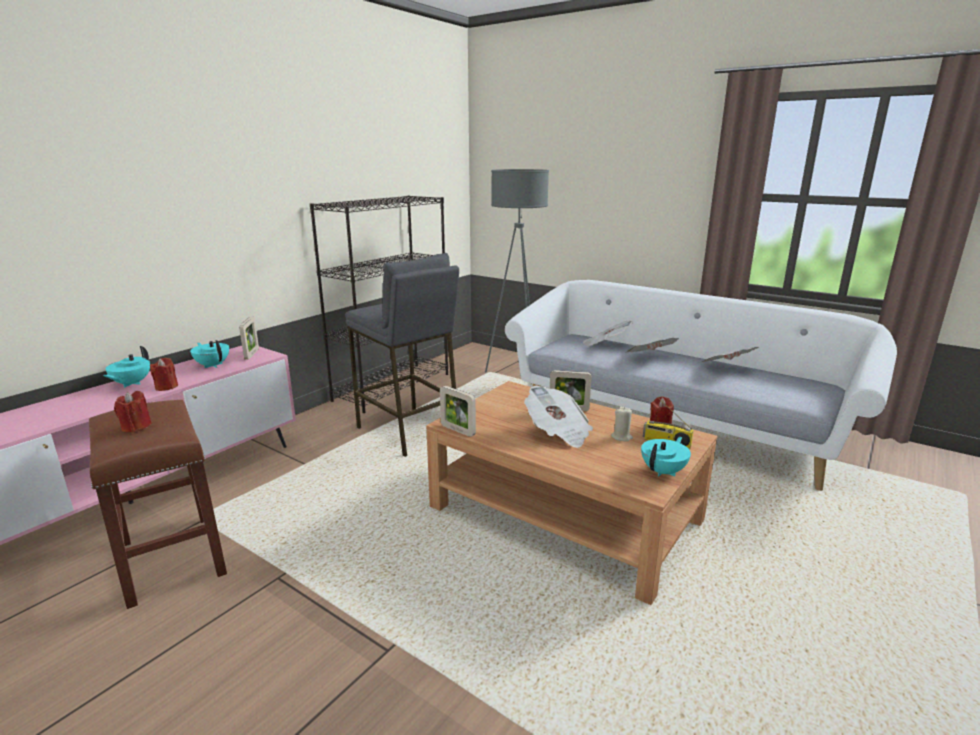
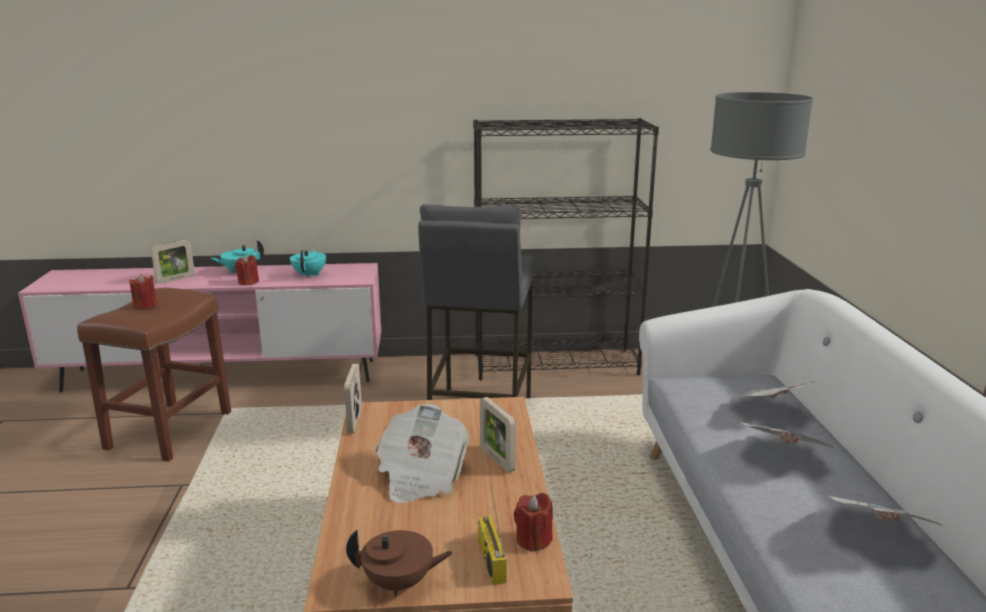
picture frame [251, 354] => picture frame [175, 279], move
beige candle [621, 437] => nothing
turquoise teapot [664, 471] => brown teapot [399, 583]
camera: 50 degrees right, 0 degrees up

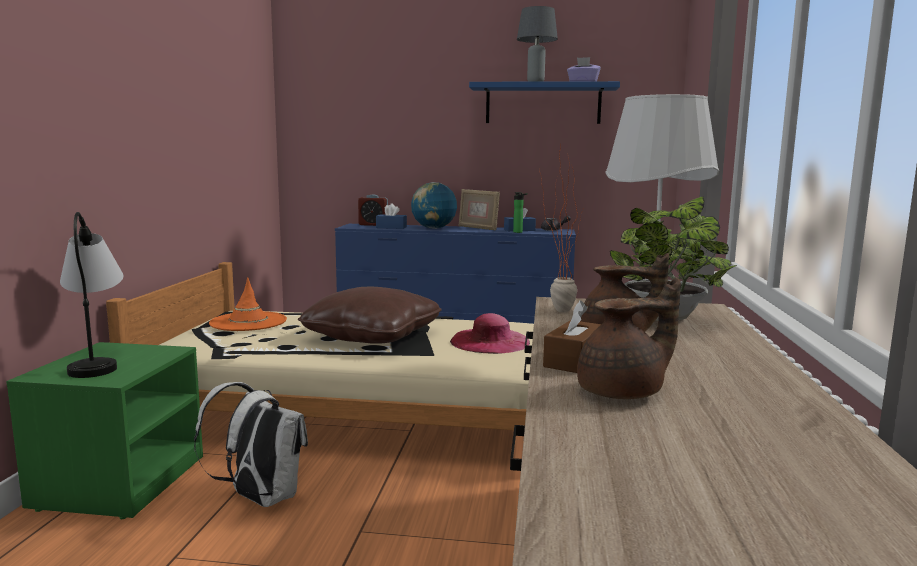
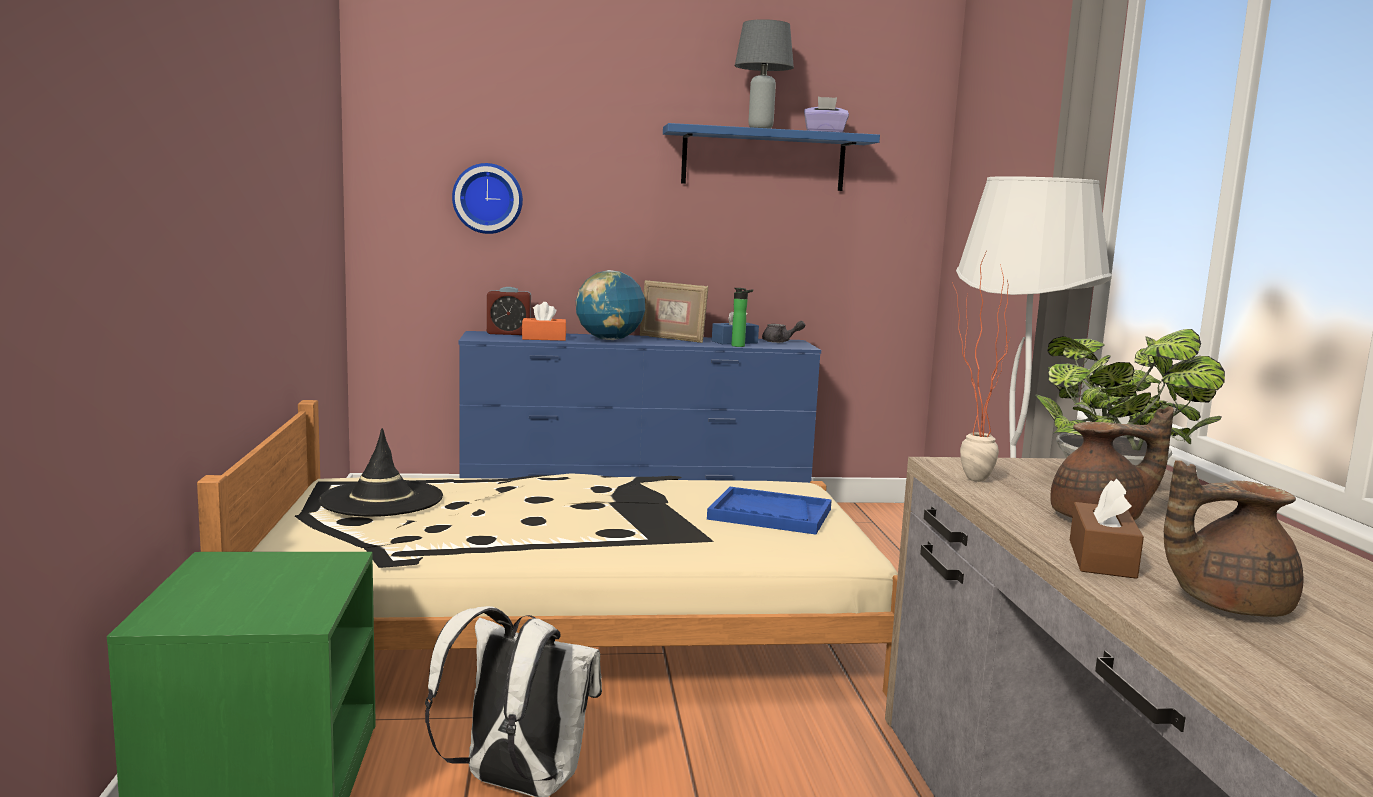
table lamp [97, 361] => nothing
orange hat [248, 322] => black hat [381, 499]
brown pillow [372, 336] => nothing
blue tissue box [391, 227] => orange tissue box [544, 338]
pink hat [490, 341] => blue tray [769, 514]
brown teapot [624, 392] => brown teapot [1226, 604], 150 degrees counterclockwise
nothing => wall clock [488, 198]
camera: 15 degrees left, 0 degrees up

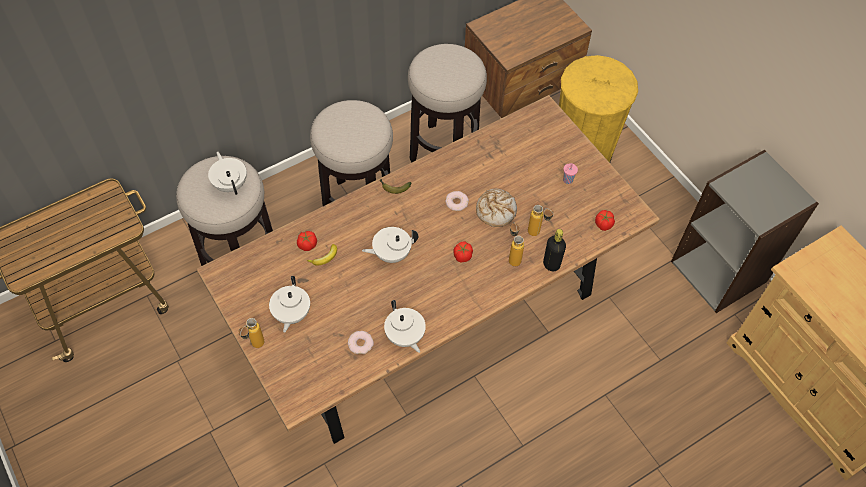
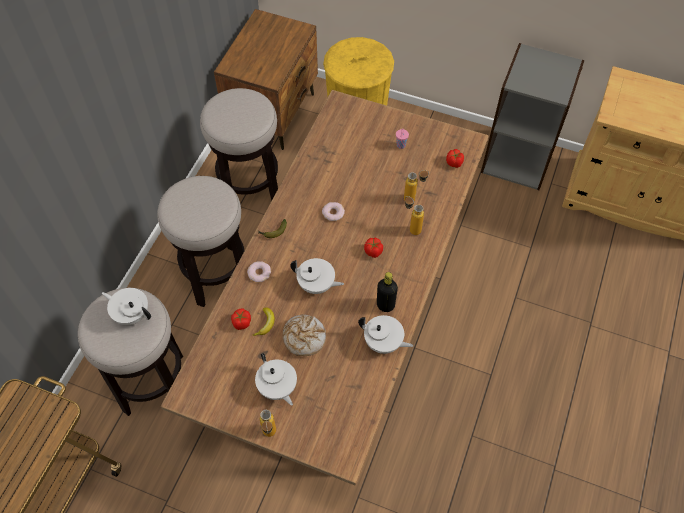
donut [360, 344] => donut [259, 273], move
white teapot [391, 253] => white teapot [316, 285], 105 degrees counterclockwise
bread [495, 210] => bread [304, 337], move
black bottle [551, 264] => black bottle [385, 305], move
camera: 35 degrees left, 0 degrees up

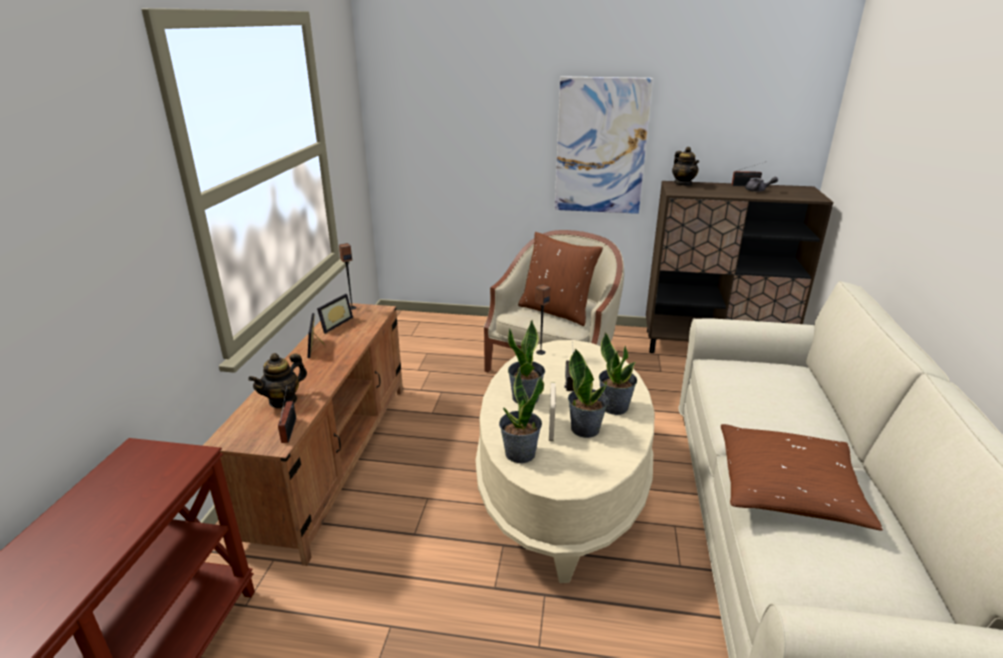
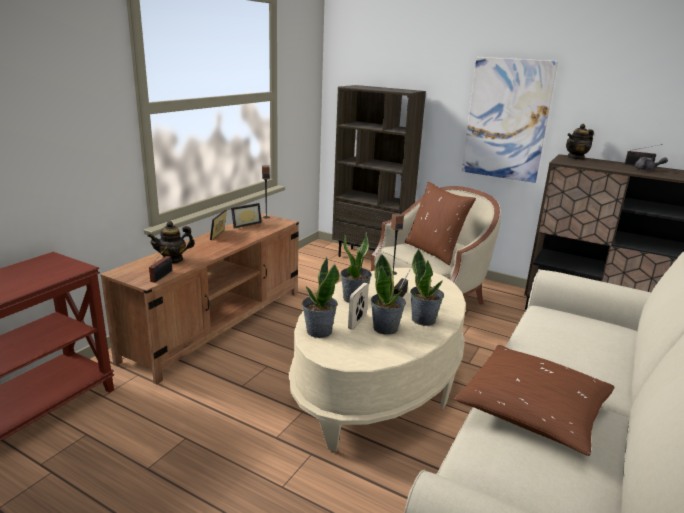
teapot [683, 184] => teapot [576, 158], 60 degrees clockwise
nothing => brown bookcase [371, 258]
camera: 20 degrees right, 5 degrees down

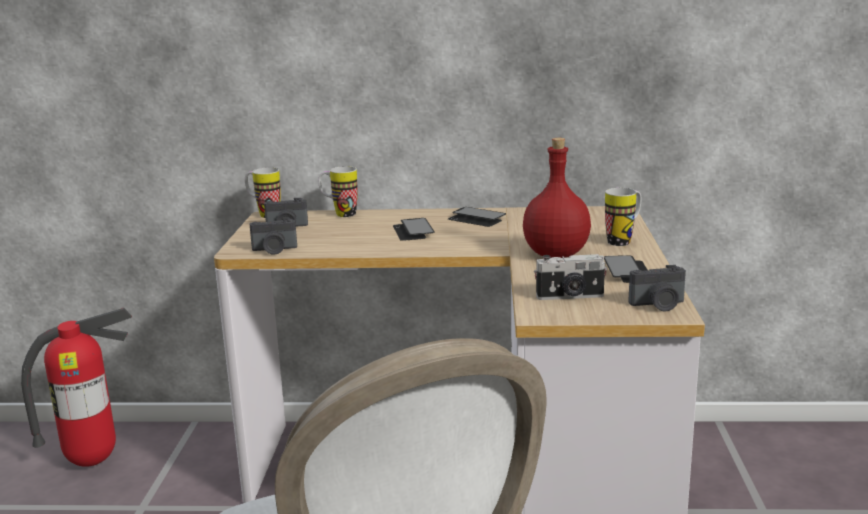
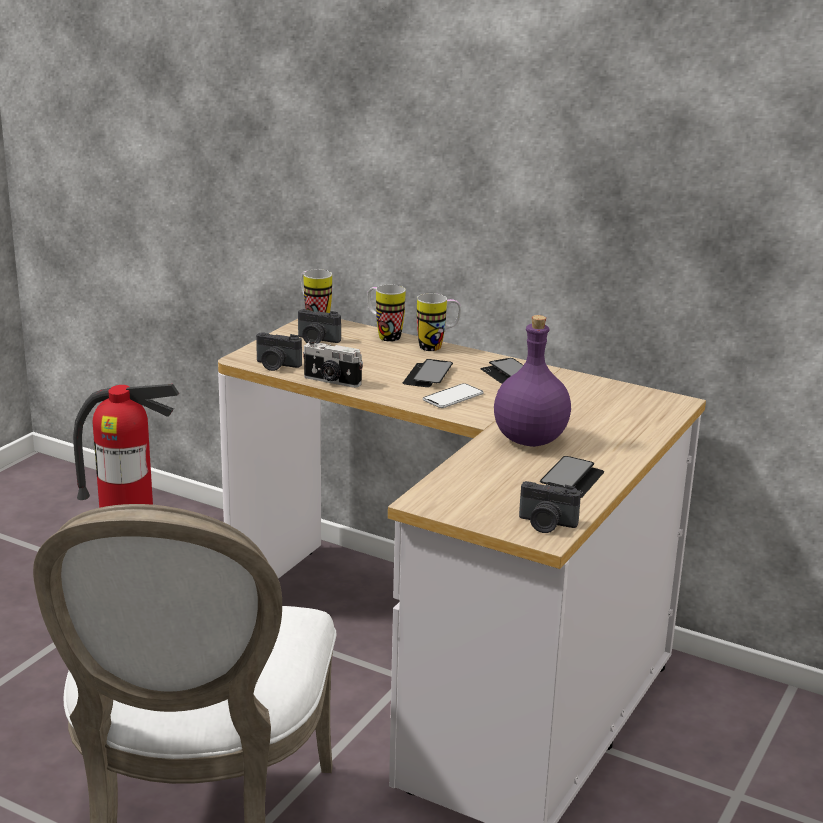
red bottle [557, 254] => purple bottle [531, 440]
photo camera [570, 297] => photo camera [331, 381], move
mug [623, 241] => mug [437, 347], move
nothing => phone [453, 397]
camera: 25 degrees right, 5 degrees up

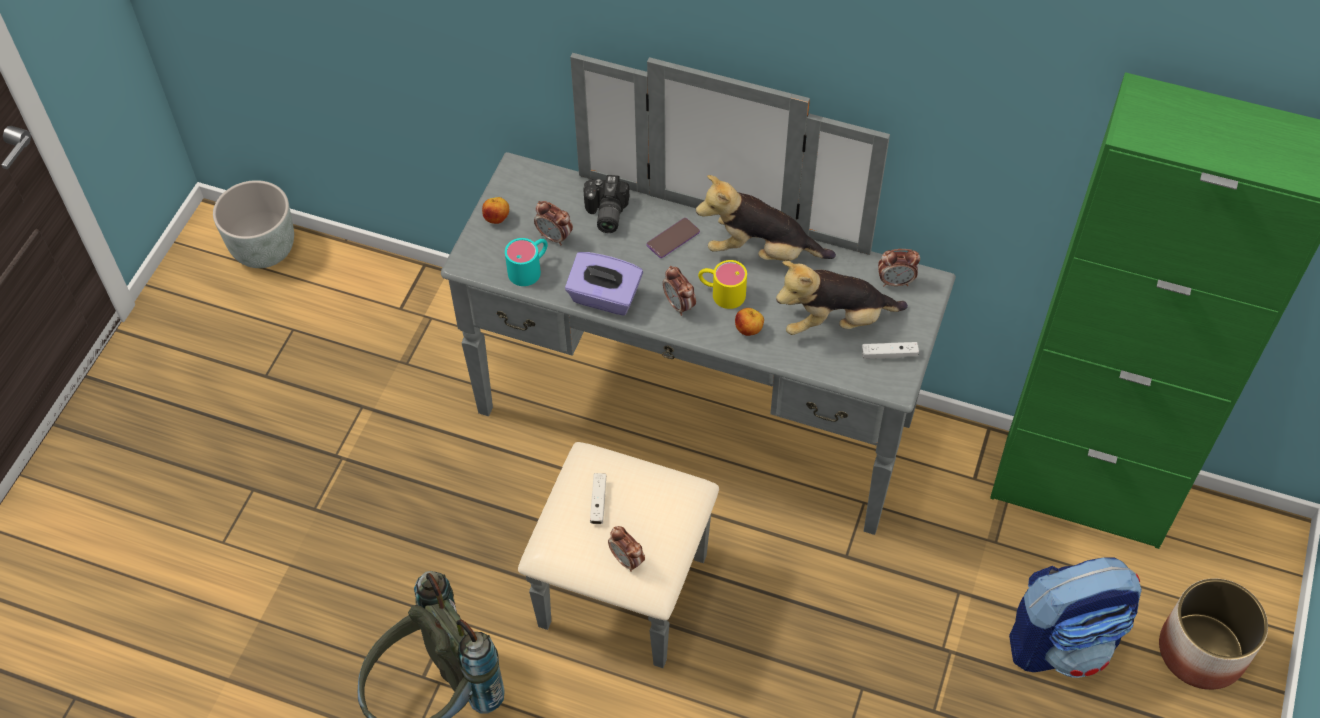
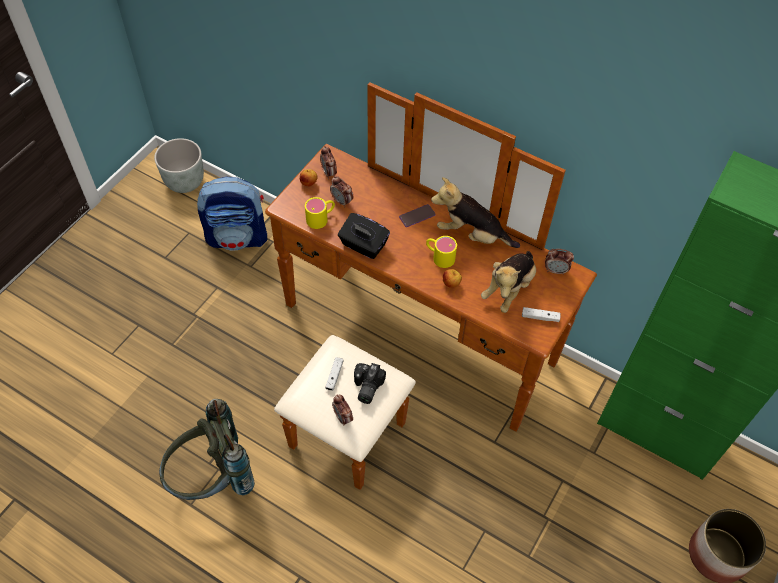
grey dresser [680, 455] => brown dresser [404, 356]
turquoise mug [530, 268] => yellow mug [321, 218]
purple tissue box [604, 298] => black tissue box [363, 245]
photo camera [604, 214] => photo camera [366, 387], move
alarm clock [679, 305] => alarm clock [329, 173], move
plush toy [834, 321] => plush toy [509, 289], 60 degrees counterclockwise
backpack [1062, 641] => backpack [238, 237], move
camera: 10 degrees right, 0 degrees up

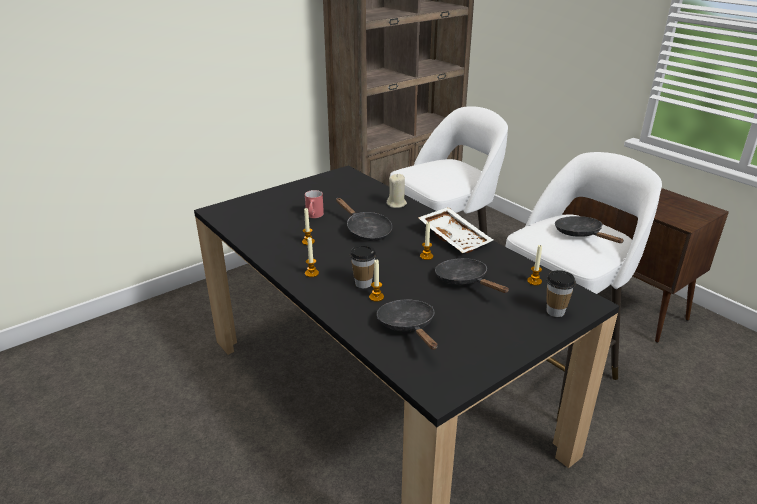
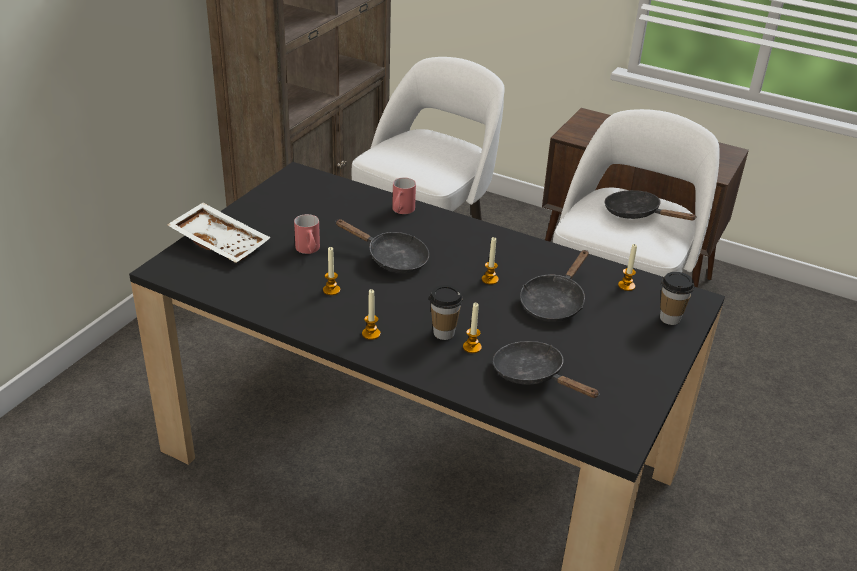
beige candle [396, 204] => red mug [401, 211]
white tray [455, 237] => white tray [221, 242], move
black frying pan [464, 281] => black frying pan [554, 302], 90 degrees counterclockwise
camera: 25 degrees left, 5 degrees up

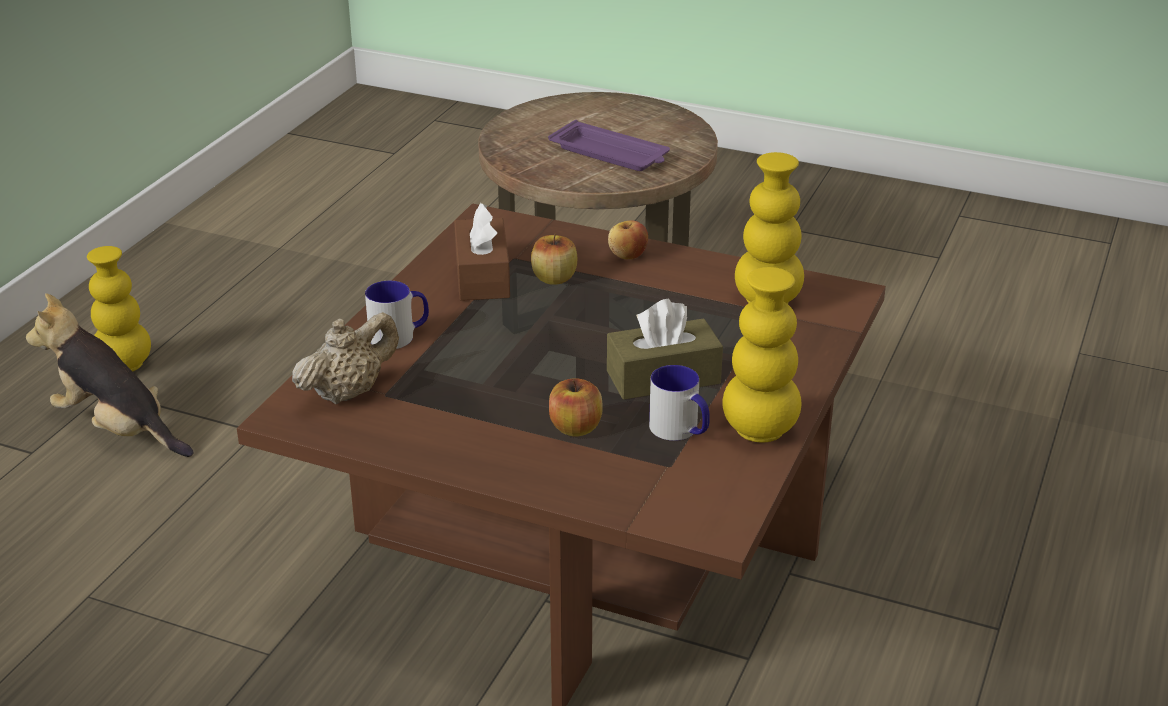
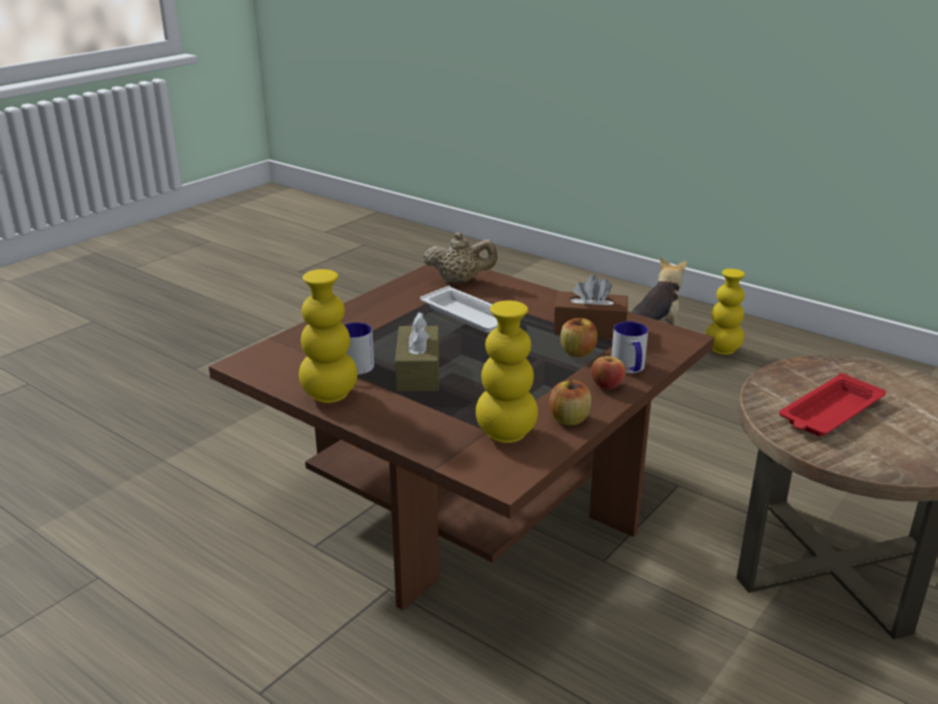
beige teapot [348, 392] => beige teapot [460, 281], 60 degrees counterclockwise
mug [399, 336] => mug [629, 368], move
purple tray [611, 154] => red tray [829, 413]
apple [575, 428] => apple [569, 419], move
nothing => white tray [469, 316]
camera: 105 degrees right, 5 degrees down

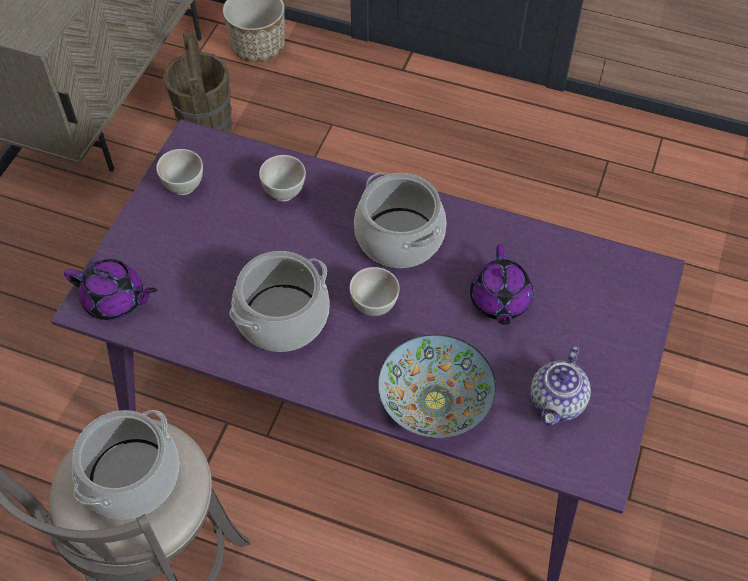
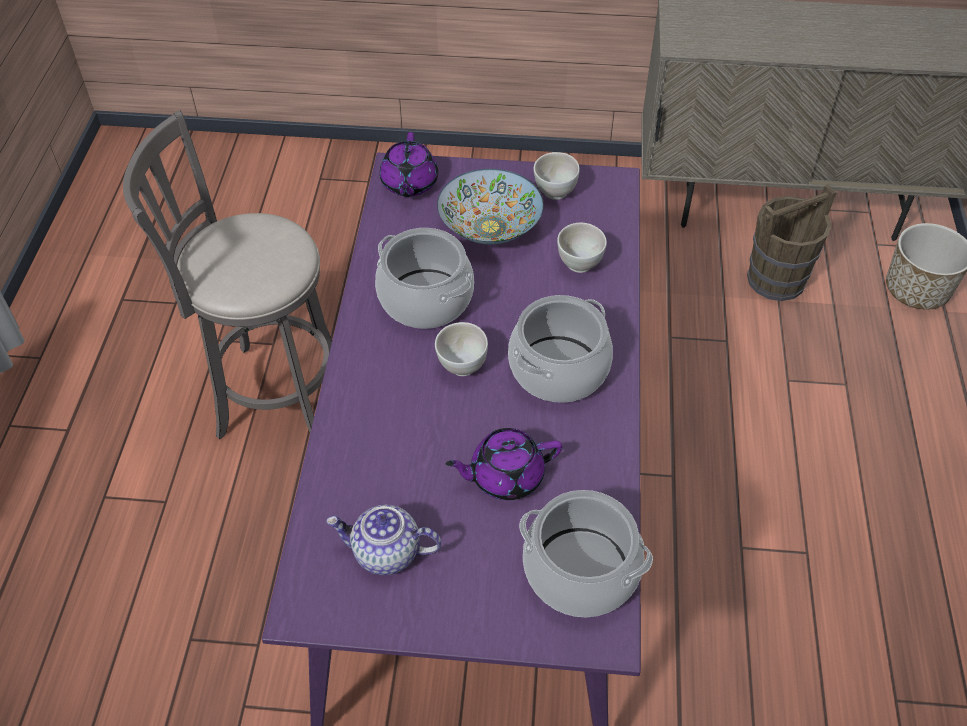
cooking pot [132, 478] => cooking pot [580, 572], move
bowl [434, 401] => bowl [490, 227], move
camera: 75 degrees right, 5 degrees down

